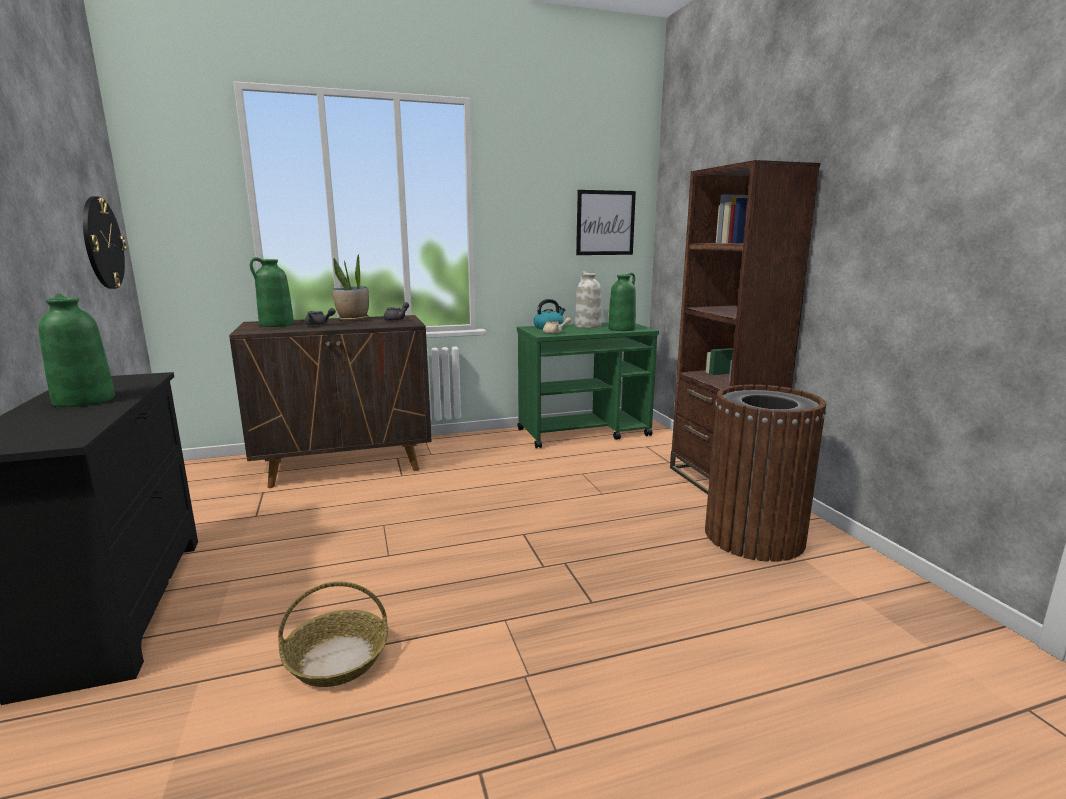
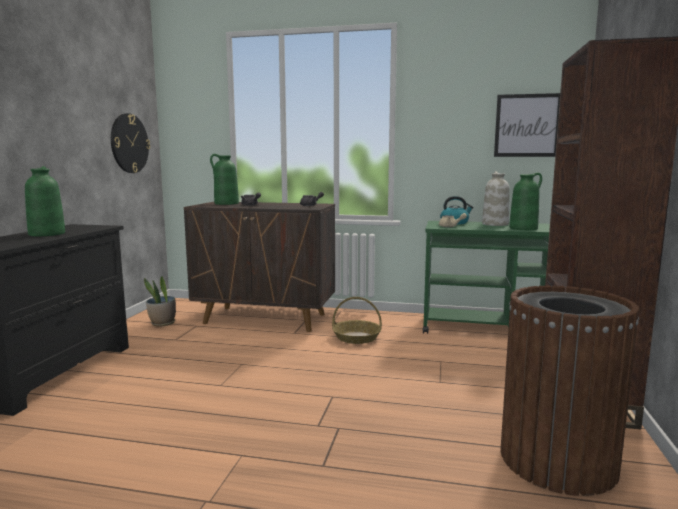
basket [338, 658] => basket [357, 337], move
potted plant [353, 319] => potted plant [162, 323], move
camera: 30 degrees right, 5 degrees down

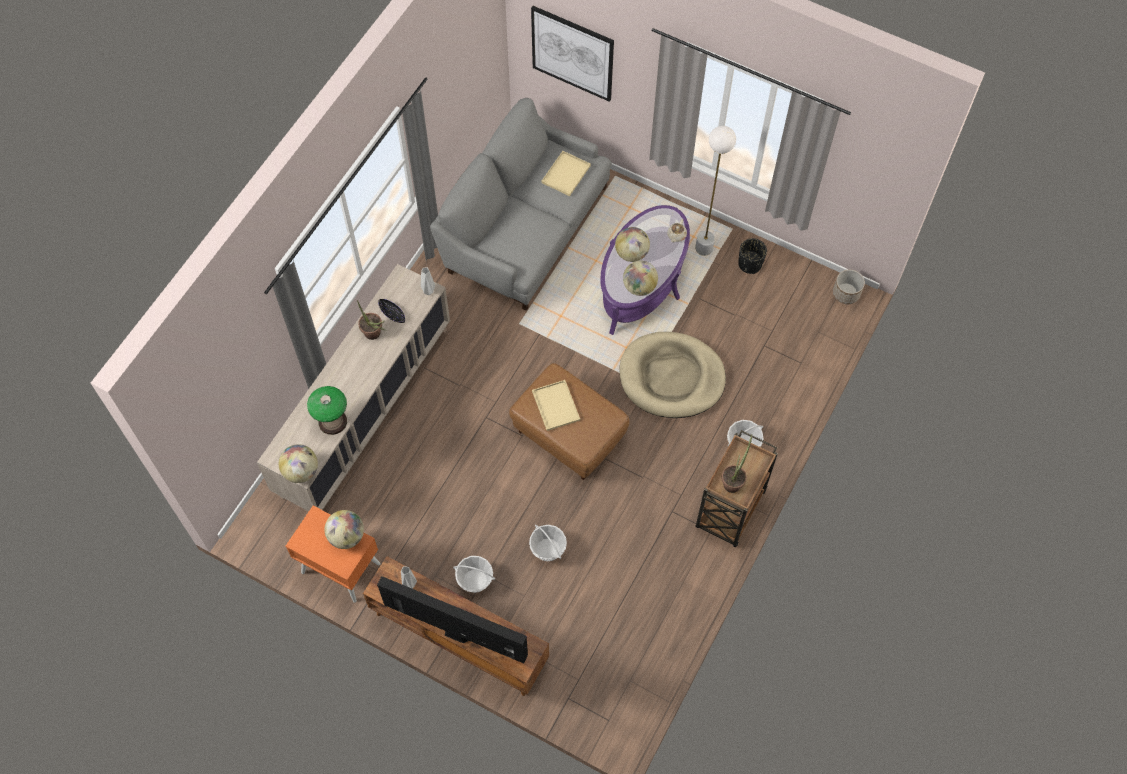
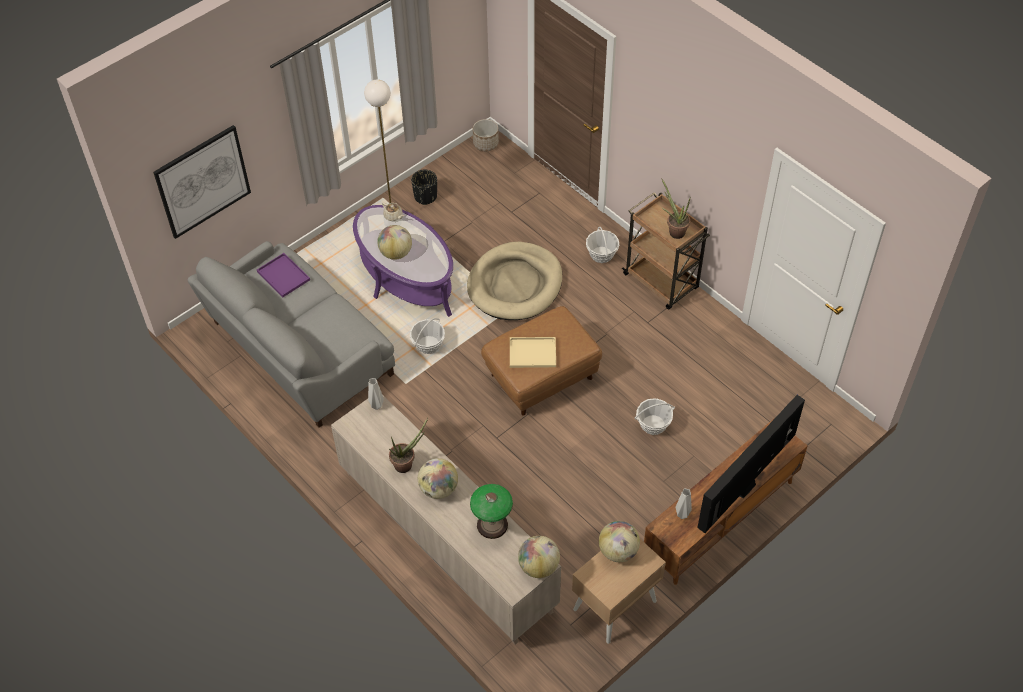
orange nightstand [340, 568] => beige nightstand [614, 605]
black bowl [392, 313] => nothing
basket [475, 580] => basket [428, 345], move
beige tray [566, 175] => purple tray [284, 276]
globe [639, 287] => globe [438, 489], move
camera: 70 degrees left, 10 degrees down

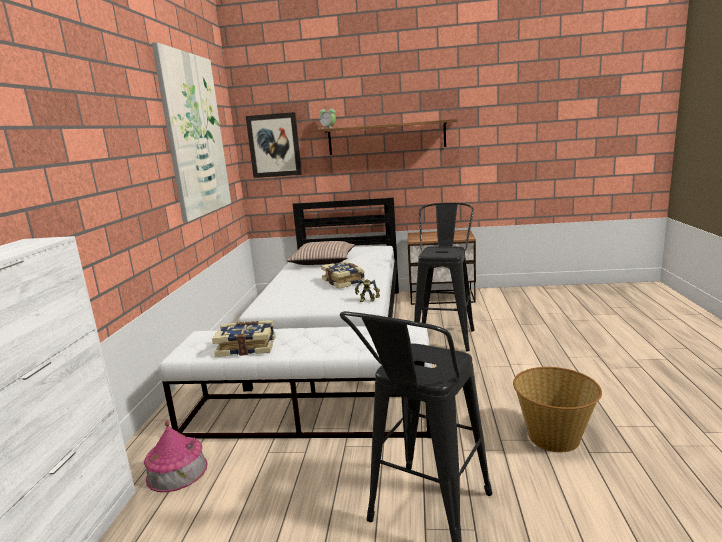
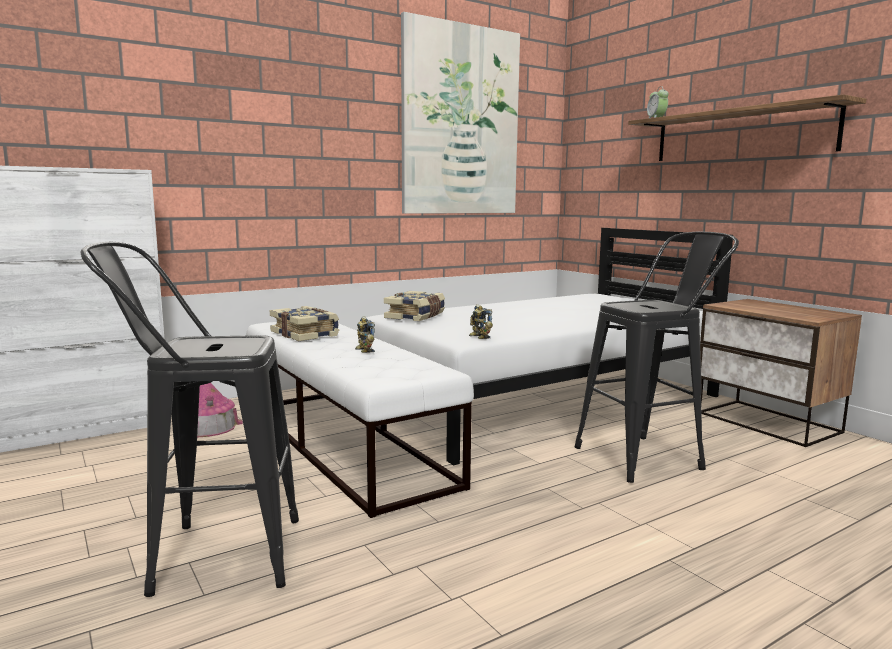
picture [274, 145] => nothing
pillow [323, 261] => nothing
book [344, 281] => book [416, 316], move
basket [554, 436] => nothing
nothing => toy robot [363, 351]
camera: 50 degrees right, 5 degrees down

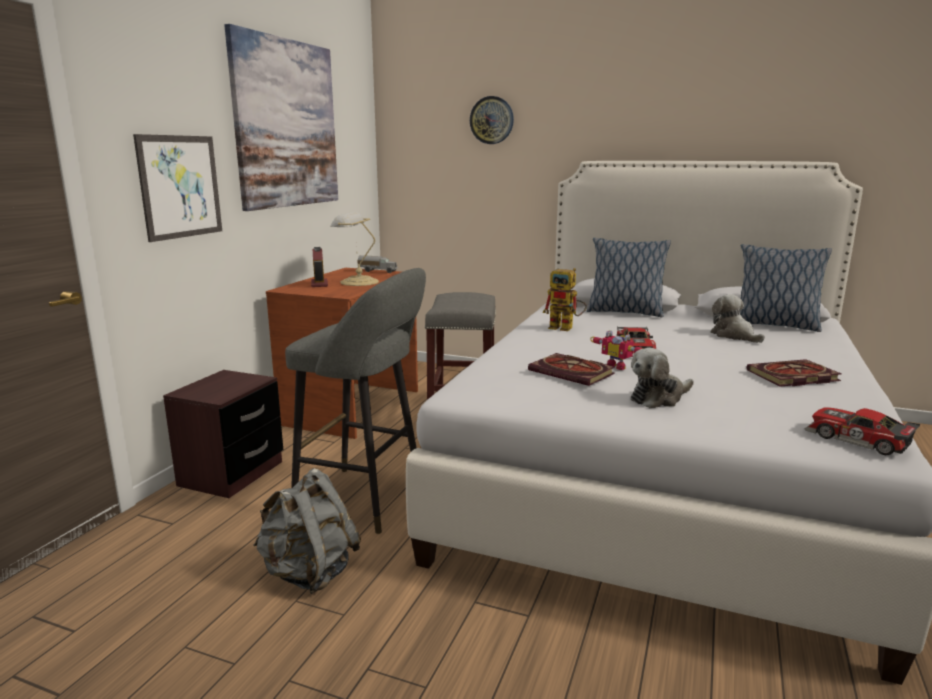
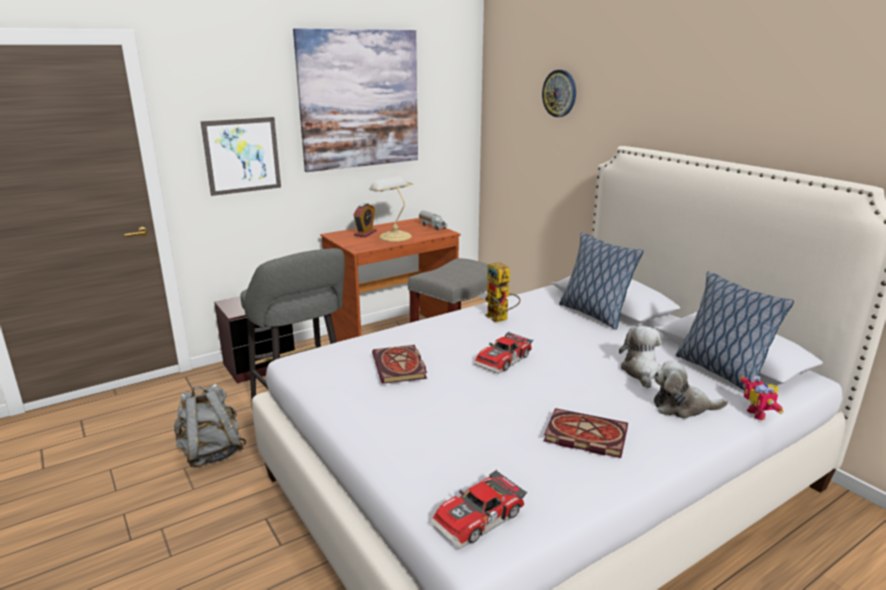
toy robot [618, 366] => toy robot [759, 414], move
plush toy [658, 398] => plush toy [682, 407], move
toy car [857, 440] => toy car [480, 519], 120 degrees counterclockwise
camera: 35 degrees right, 5 degrees up

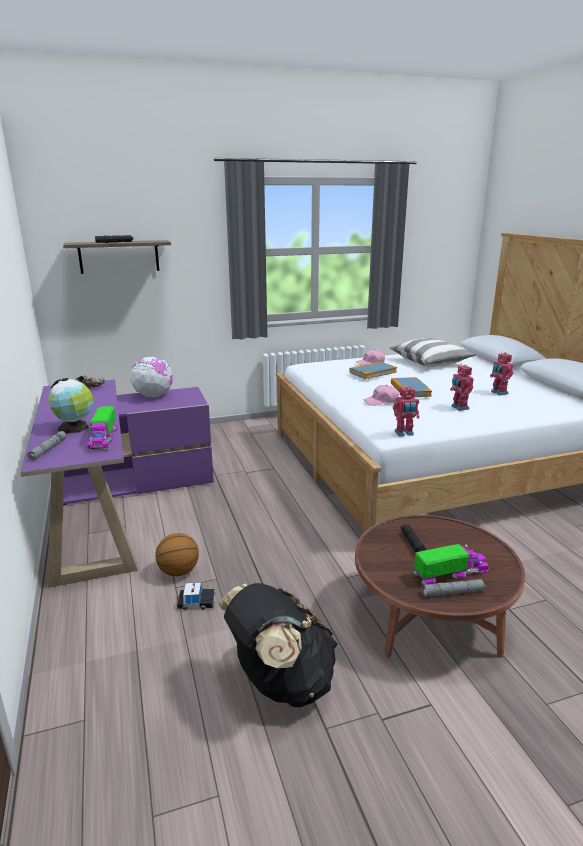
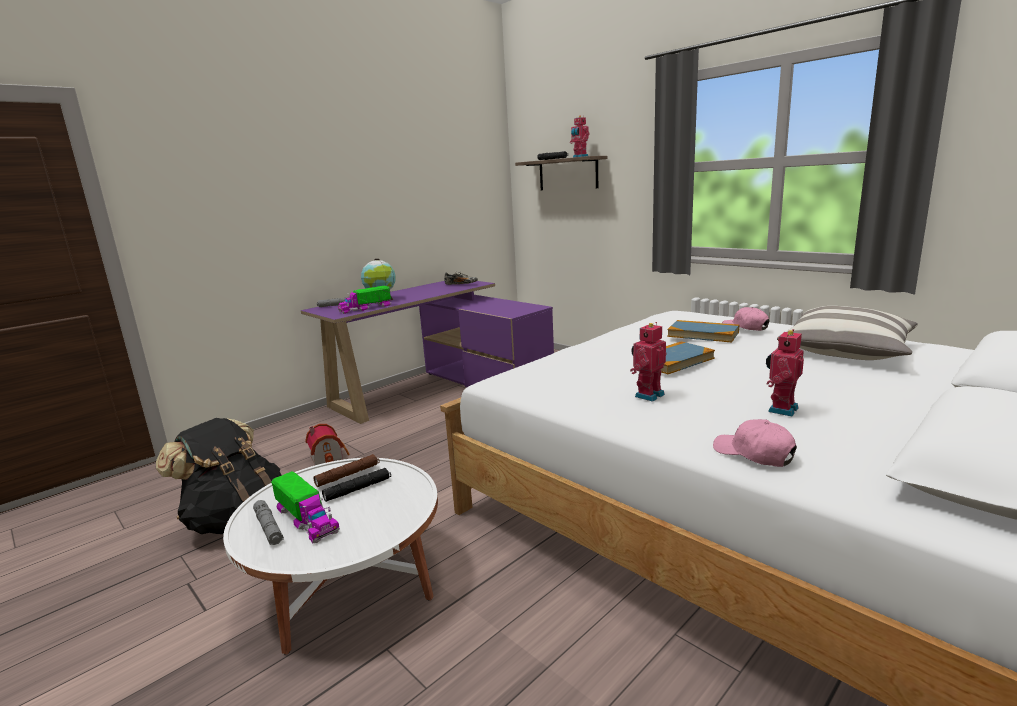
globe [153, 396] => nothing
basketball [178, 571] => nothing
toy car [196, 602] => toy house [328, 456]
brown coffee table [430, 616] => white coffee table [348, 582]
pink cap [381, 401] => pink cap [753, 454], move
toy robot [404, 433] => toy robot [579, 157], move
nothing => brown flashlight [348, 475]
camera: 65 degrees right, 5 degrees down

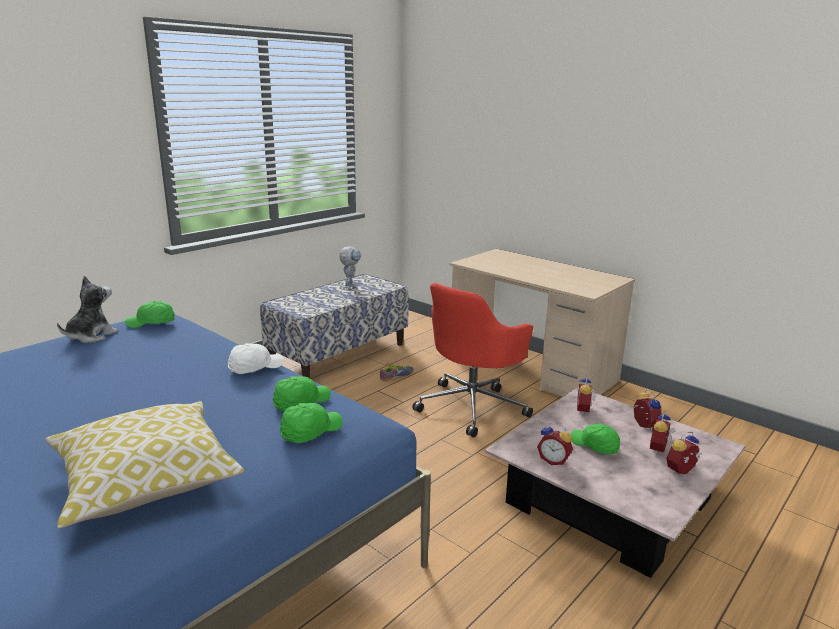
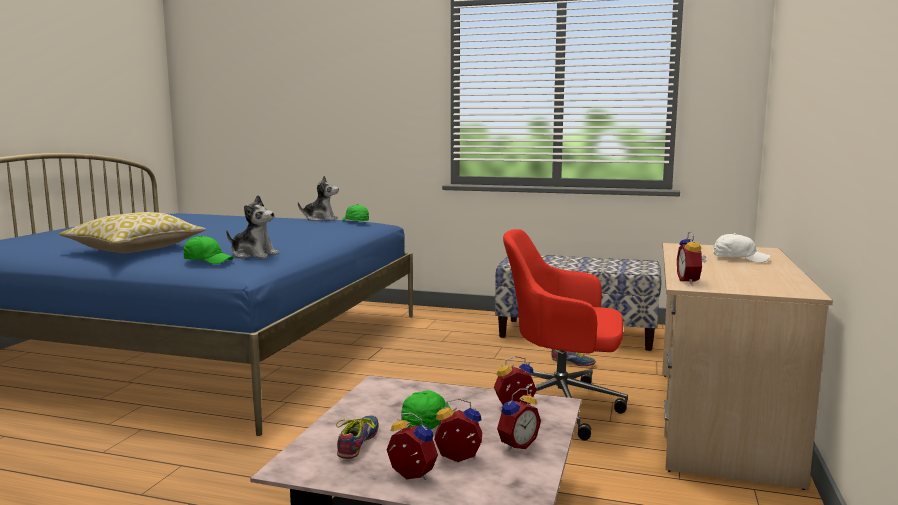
white cap [255, 367] => white cap [739, 259], move
green cap [301, 402] => plush toy [254, 255]
toy robot [350, 286] => nothing
alarm clock [554, 460] => alarm clock [690, 281], move
nothing => shoe [361, 442]
camera: 65 degrees right, 10 degrees down

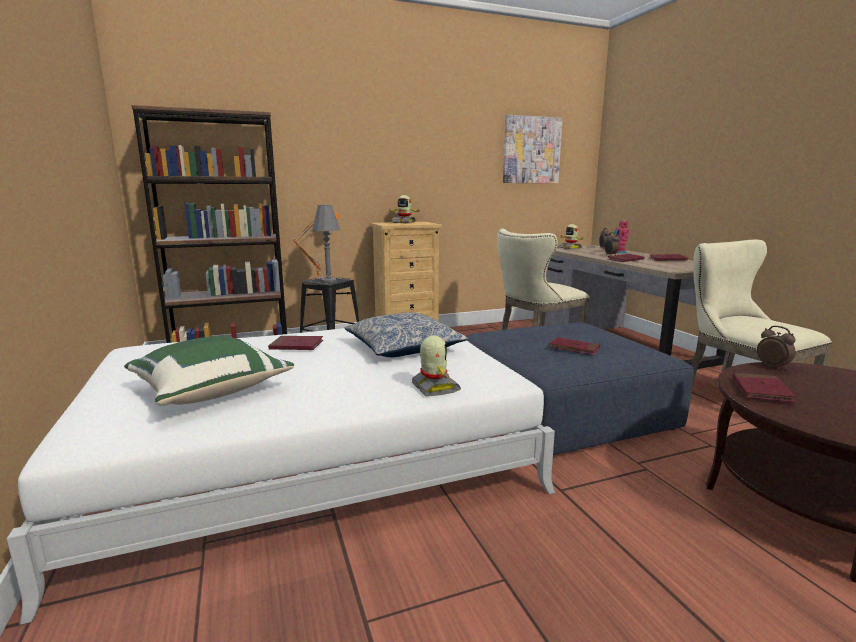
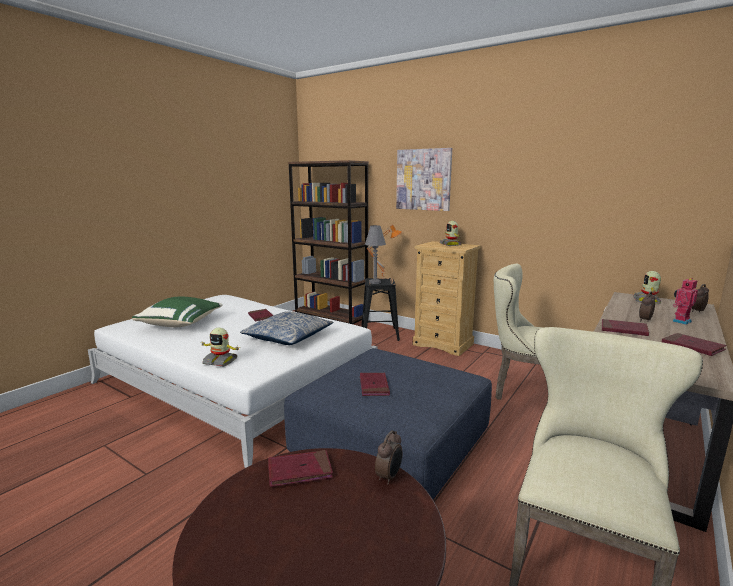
toy robot [434, 388] => toy robot [220, 361], 75 degrees clockwise
picture [531, 150] => picture [423, 179], move
camera: 55 degrees right, 0 degrees up

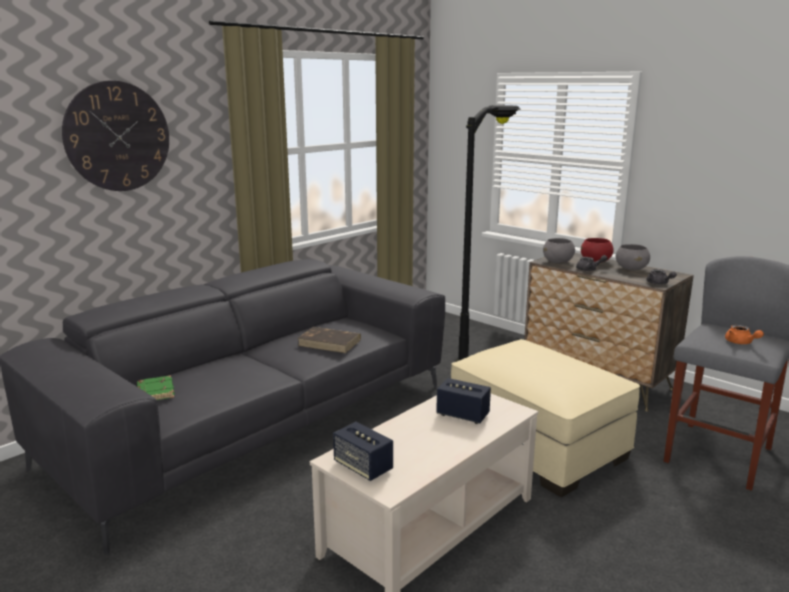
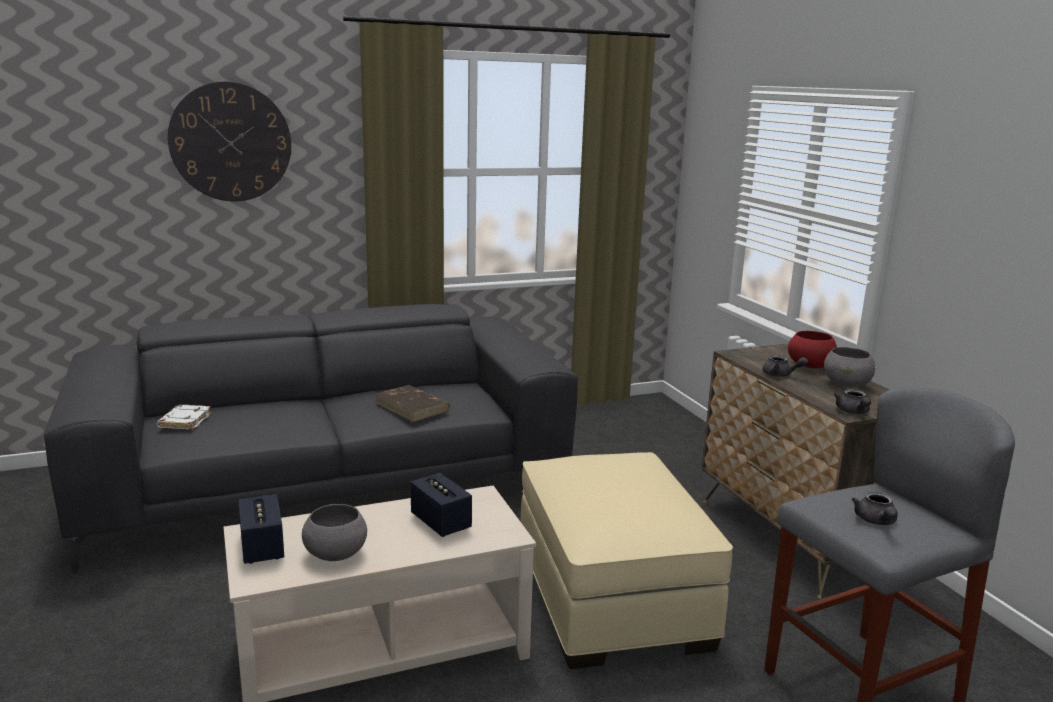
green book [155, 392] => white book [184, 421]
black floor lamp [484, 346] => nothing
grey bowl [558, 262] => grey bowl [336, 554], move
orange teapot [740, 343] => grey teapot [876, 521]
camera: 25 degrees right, 0 degrees up

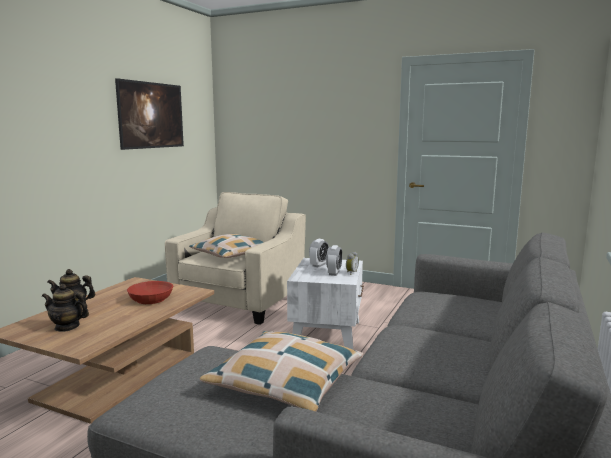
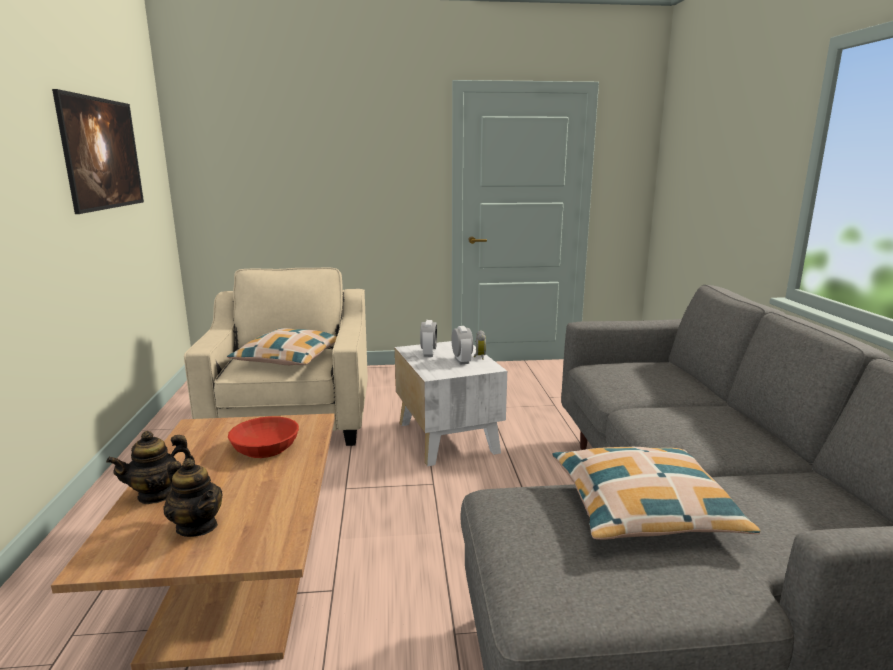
teapot [67, 327] => teapot [197, 526], 120 degrees counterclockwise
camera: 30 degrees left, 5 degrees up

